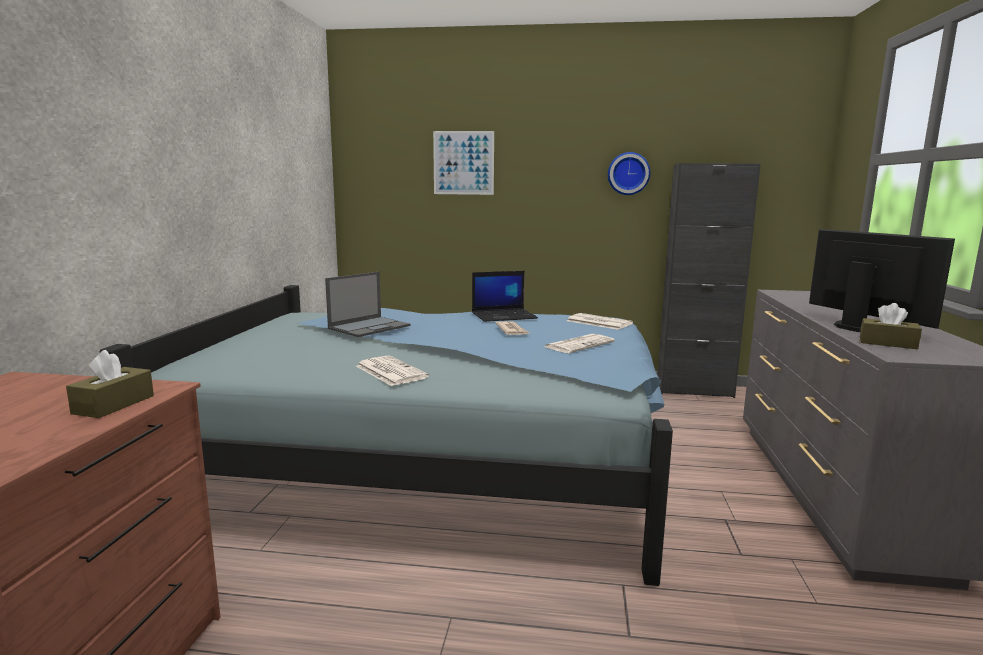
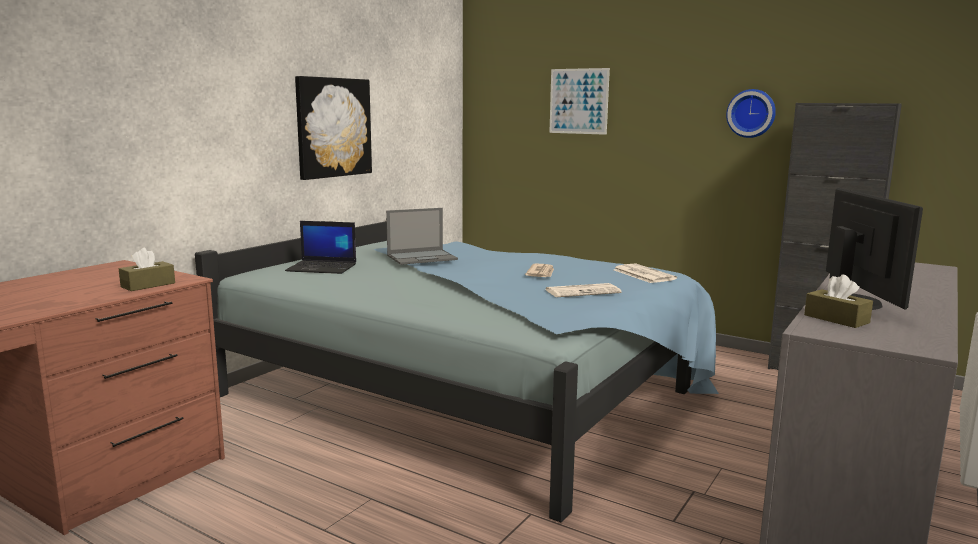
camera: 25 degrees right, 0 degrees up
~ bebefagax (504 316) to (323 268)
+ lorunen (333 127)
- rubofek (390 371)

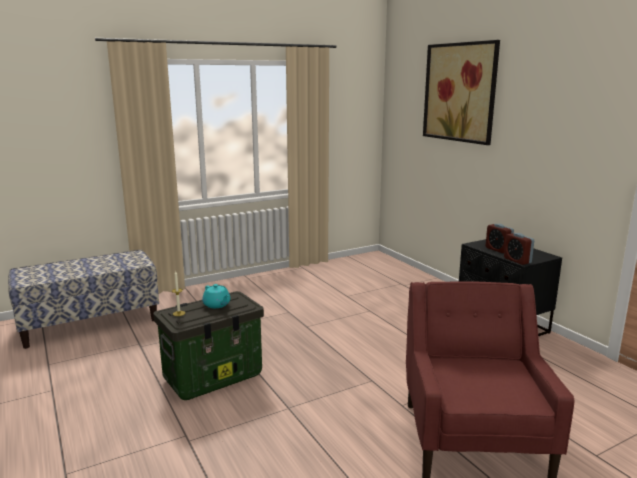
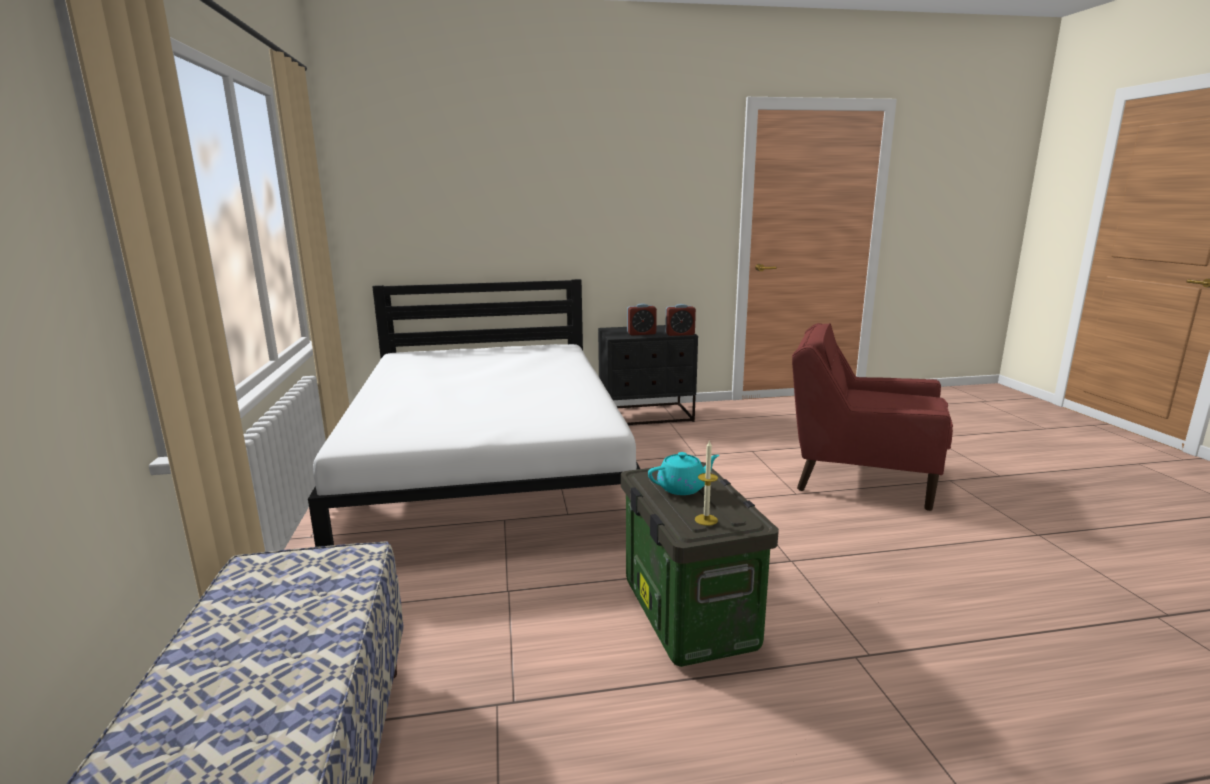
camera: 70 degrees left, 0 degrees up
+ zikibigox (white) (488 471)
- lorunen (459 92)

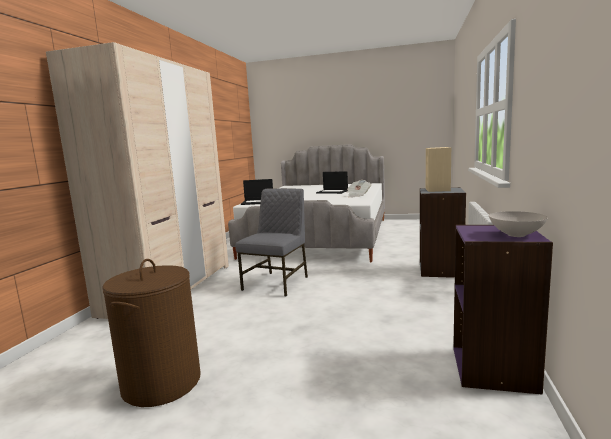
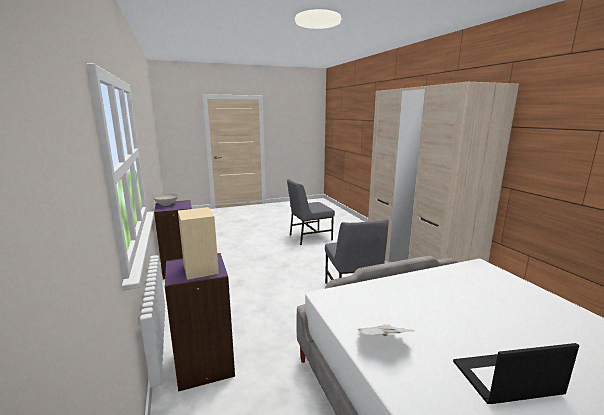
camera: 145 degrees right, 5 degrees up
~ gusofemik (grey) (441 270) to gusofemik (purple) (204 364)
~ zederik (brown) (162 383) to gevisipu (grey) (309 237)
- bebefagax (258 202)

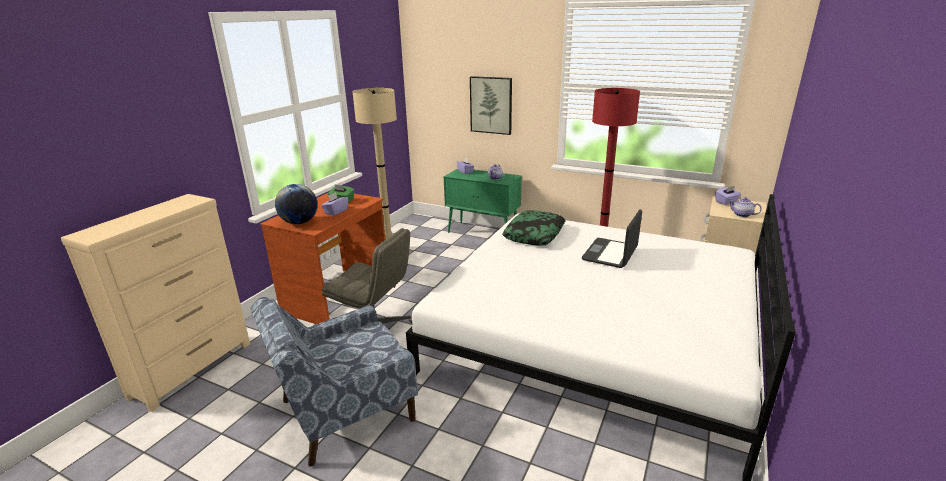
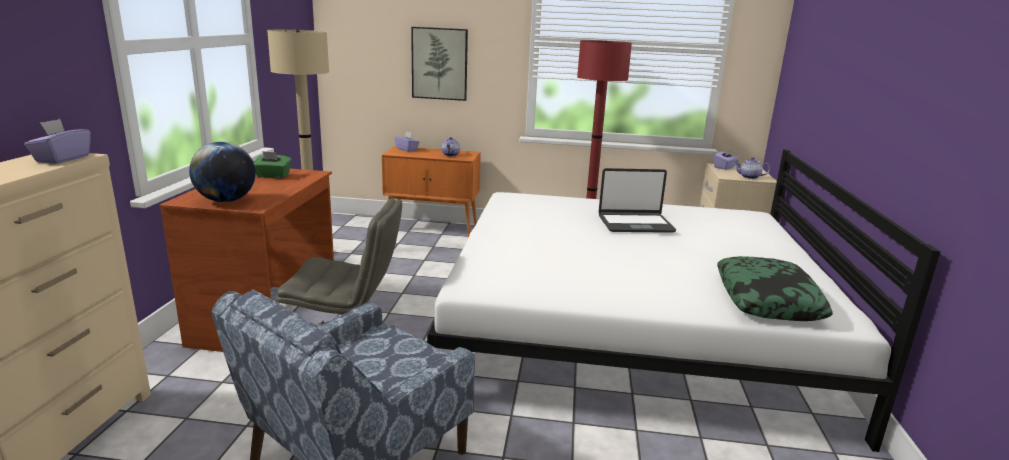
camera: 20 degrees left, 5 degrees down
~ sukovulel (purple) (336 211) to (62 159)
~ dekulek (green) (483 232) to dekulek (orange) (433 228)
~ bebefagax (610 254) = (635 224) 105 degrees counterclockwise
~ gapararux (534 234) to (767 300)

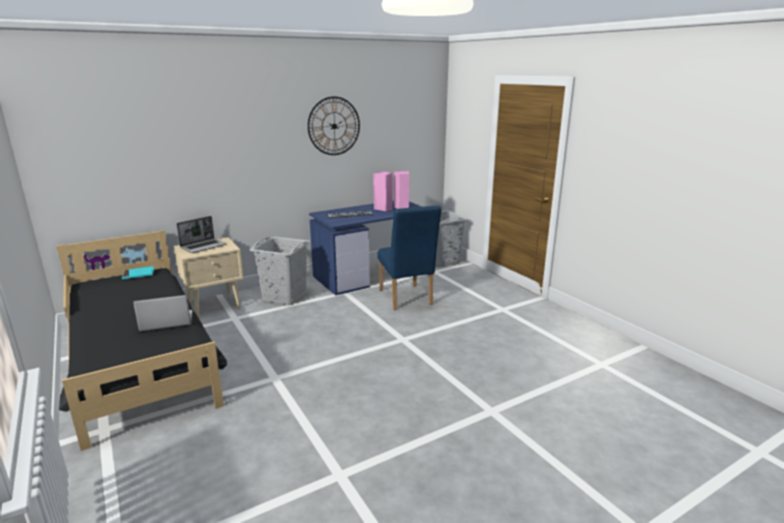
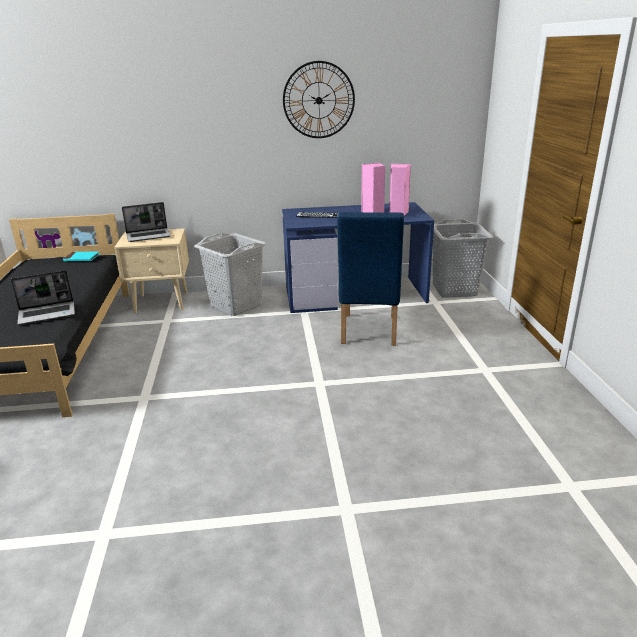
camera: 25 degrees right, 5 degrees up
~ bebefagax (166 322) = (48 313) 150 degrees clockwise

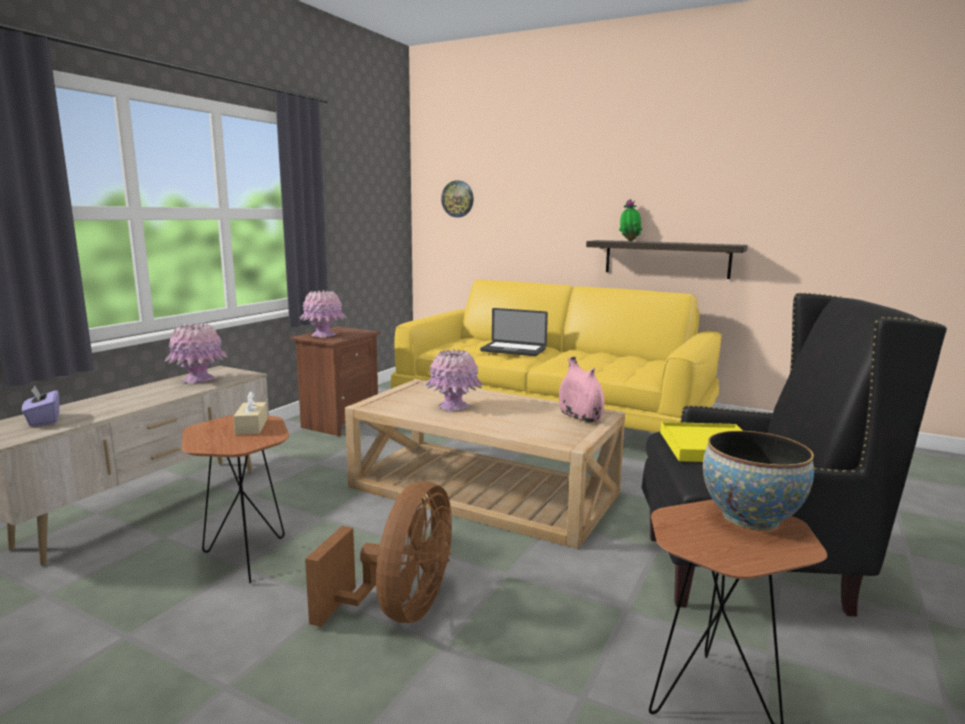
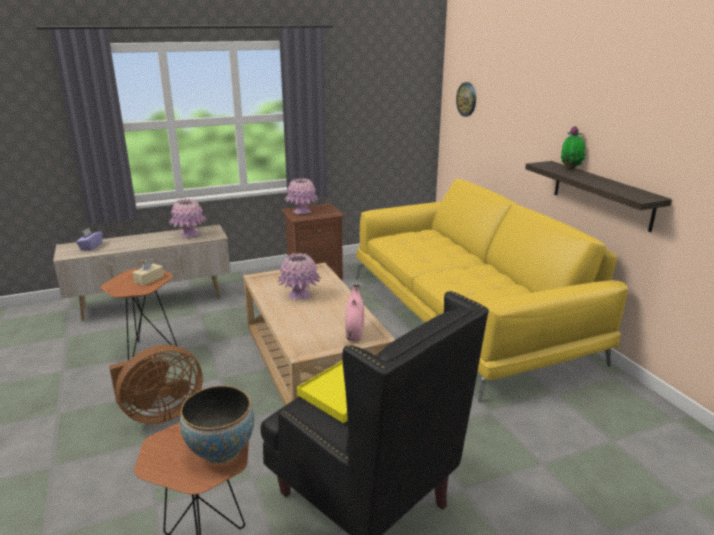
camera: 40 degrees right, 10 degrees up
- bebefagax (513 350)

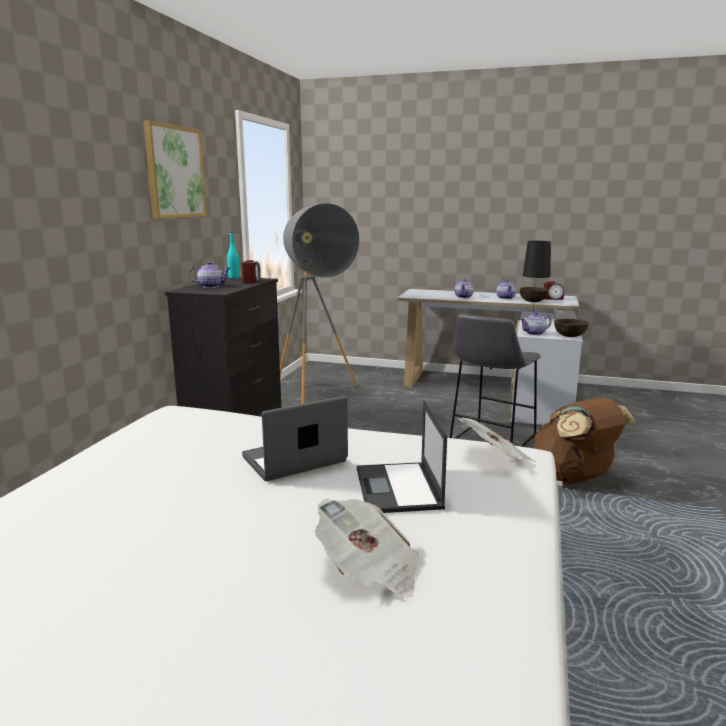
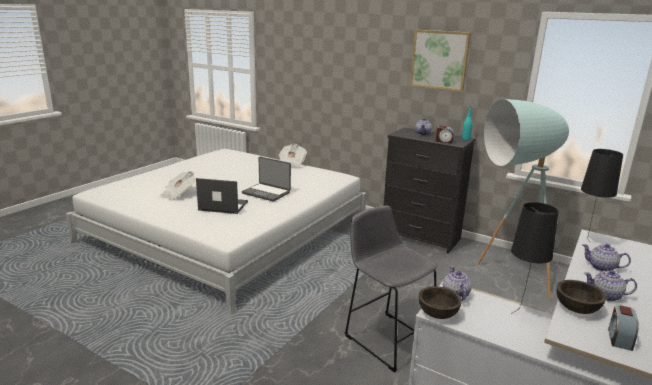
camera: 105 degrees right, 5 degrees up
~ bebefagax (295 460) = (267 193) 135 degrees clockwise
~ rubofek (496 458) to (291 163)
~ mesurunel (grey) (317 398) to mesurunel (turquoise) (506 273)
+ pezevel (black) (586 243)
- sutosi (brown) (573 479)

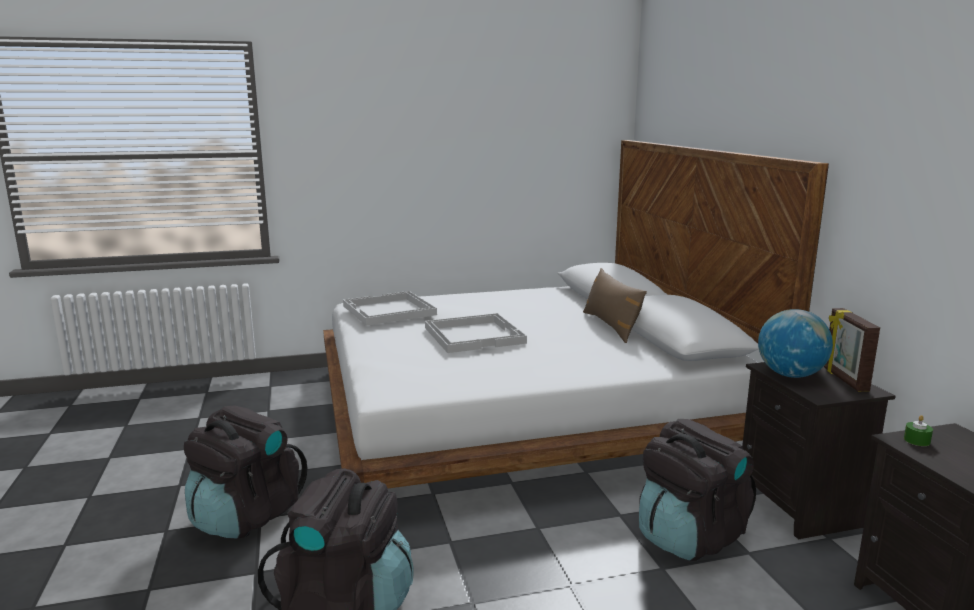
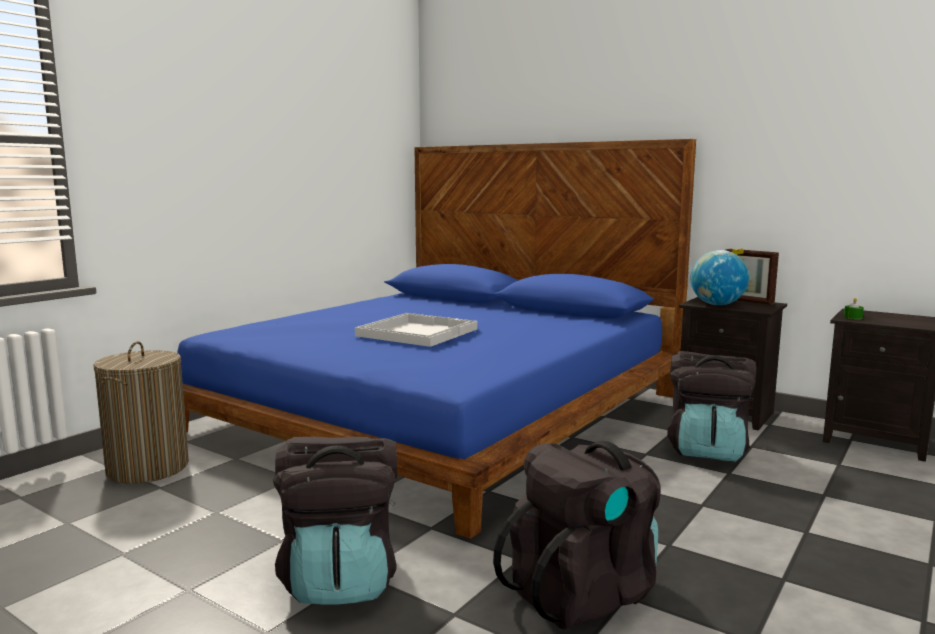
camera: 40 degrees left, 5 degrees down
+ zederik (148 468)
~ zikibigox (white) (521 410) to zikibigox (blue) (439 413)
- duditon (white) (388 310)
- gapararux (brown) (611 326)

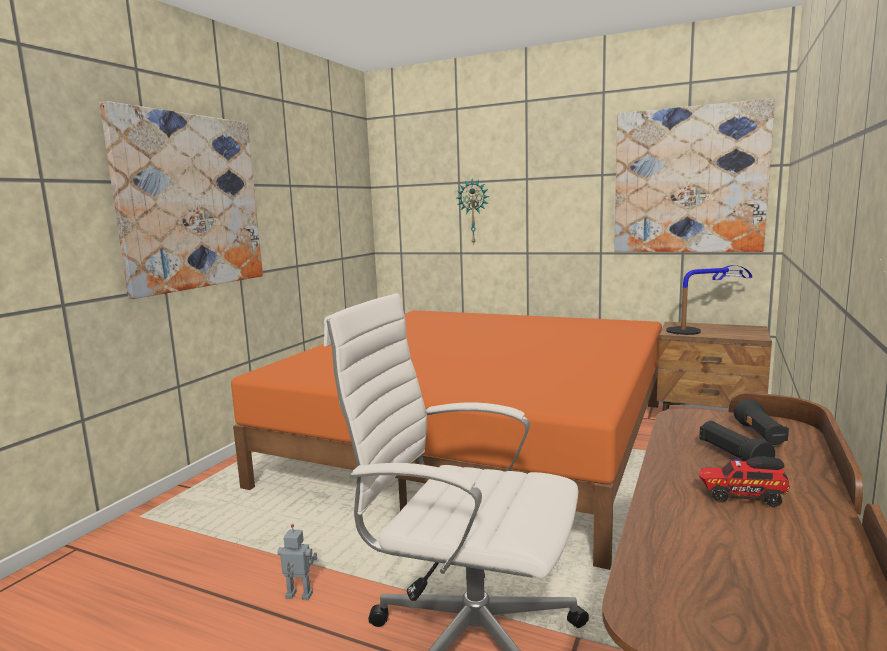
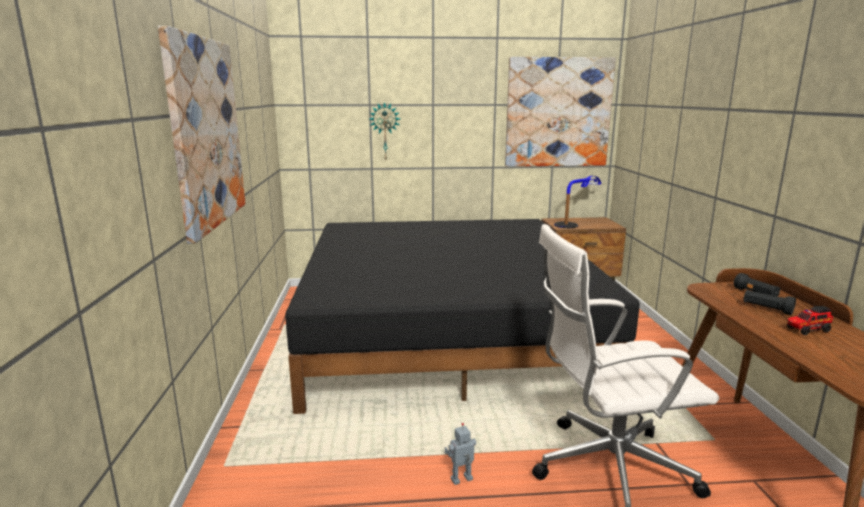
camera: 30 degrees left, 5 degrees up
~ zikibigox (orange) (479 442) to zikibigox (black) (447 331)

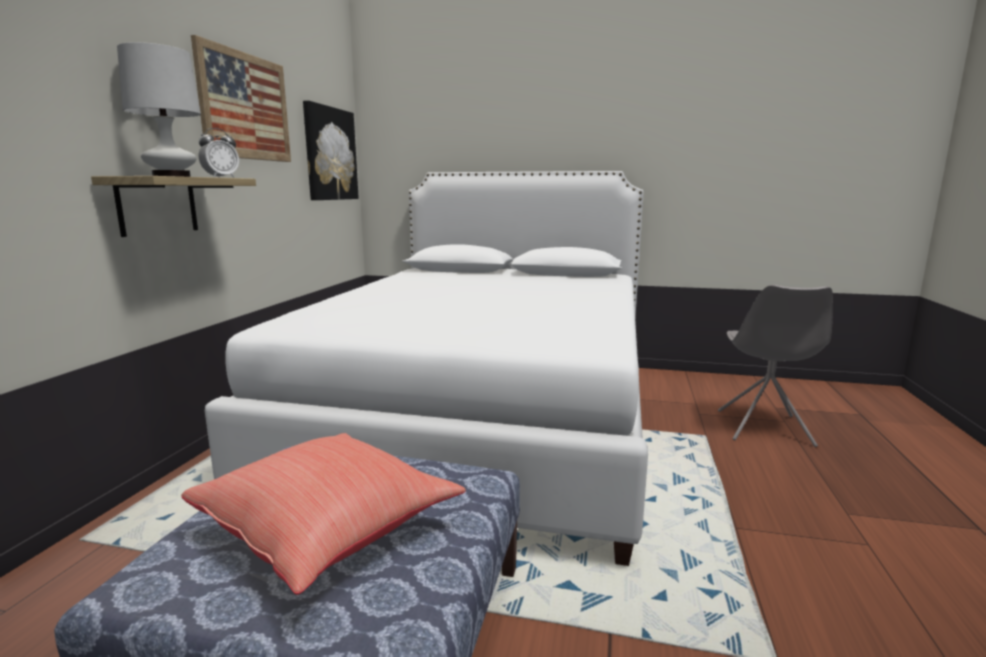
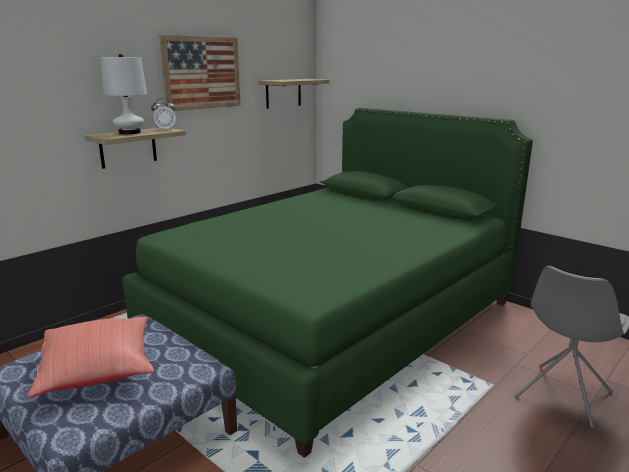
camera: 30 degrees right, 5 degrees up
~ zikibigox (white) (483 419) to zikibigox (green) (333 320)
~ lorunen (330 154) to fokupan (283 93)

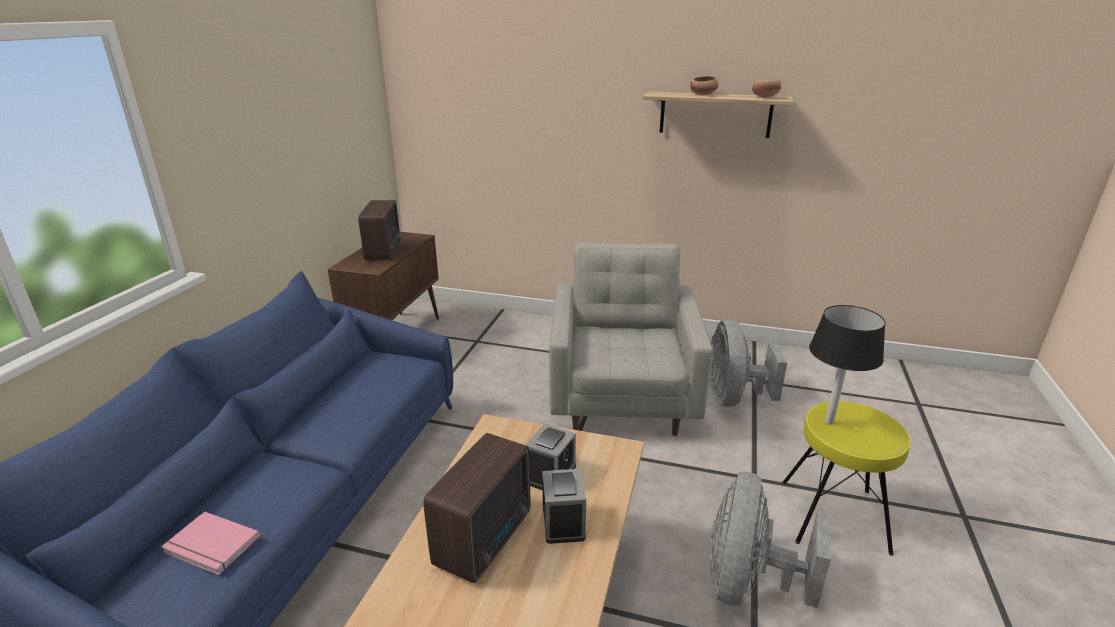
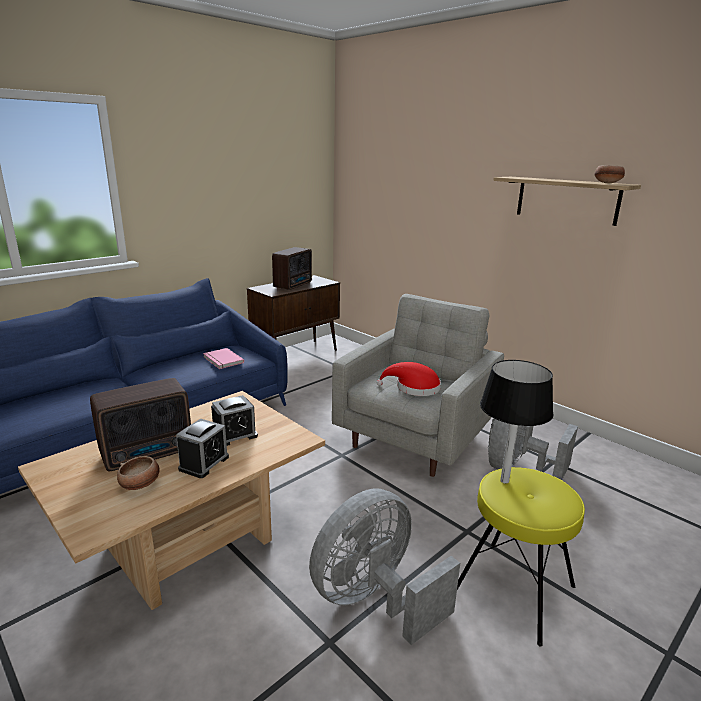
camera: 30 degrees right, 5 degrees down
~ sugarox (703 94) to (140 484)
~ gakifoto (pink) (210 546) to (222 360)
+ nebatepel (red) (414 388)

